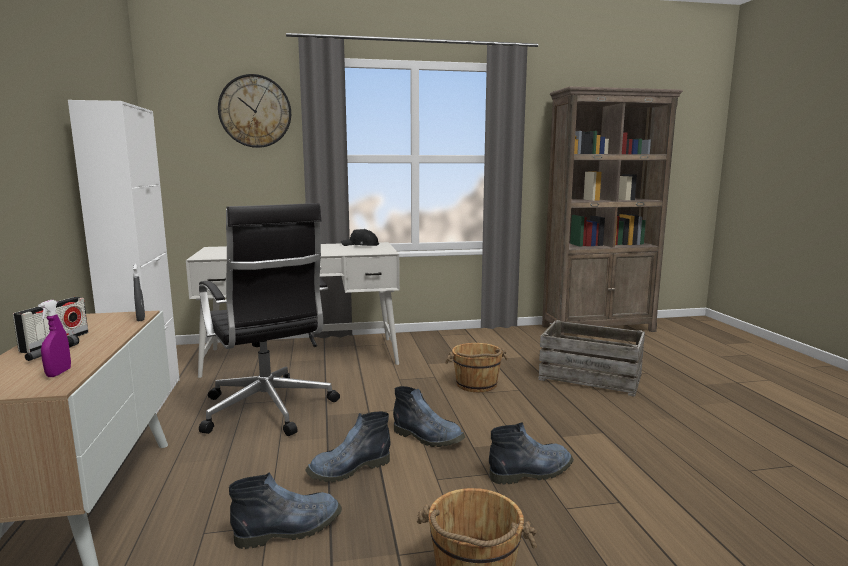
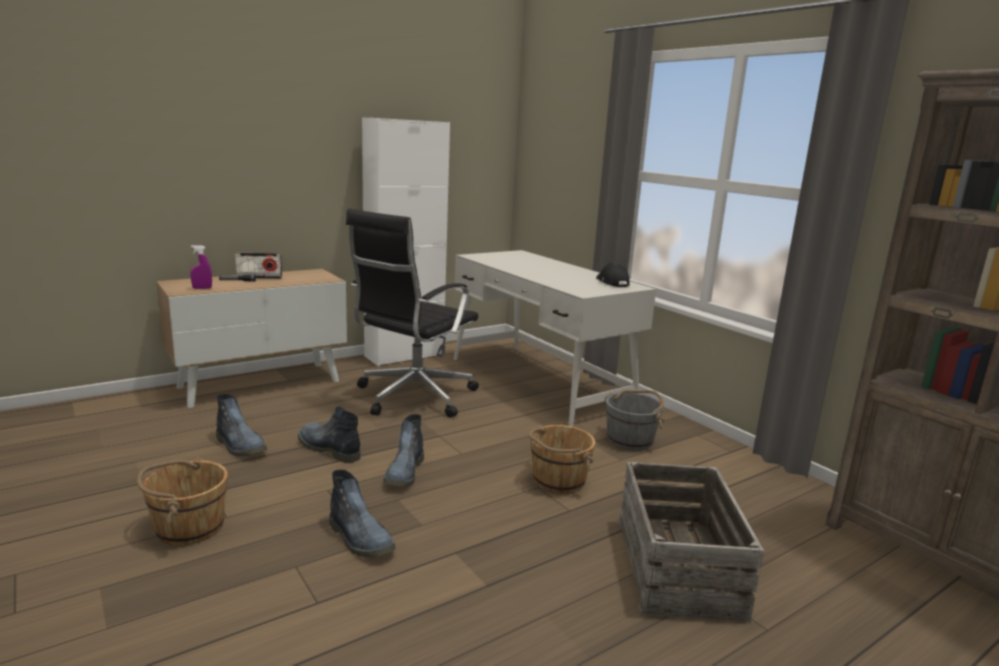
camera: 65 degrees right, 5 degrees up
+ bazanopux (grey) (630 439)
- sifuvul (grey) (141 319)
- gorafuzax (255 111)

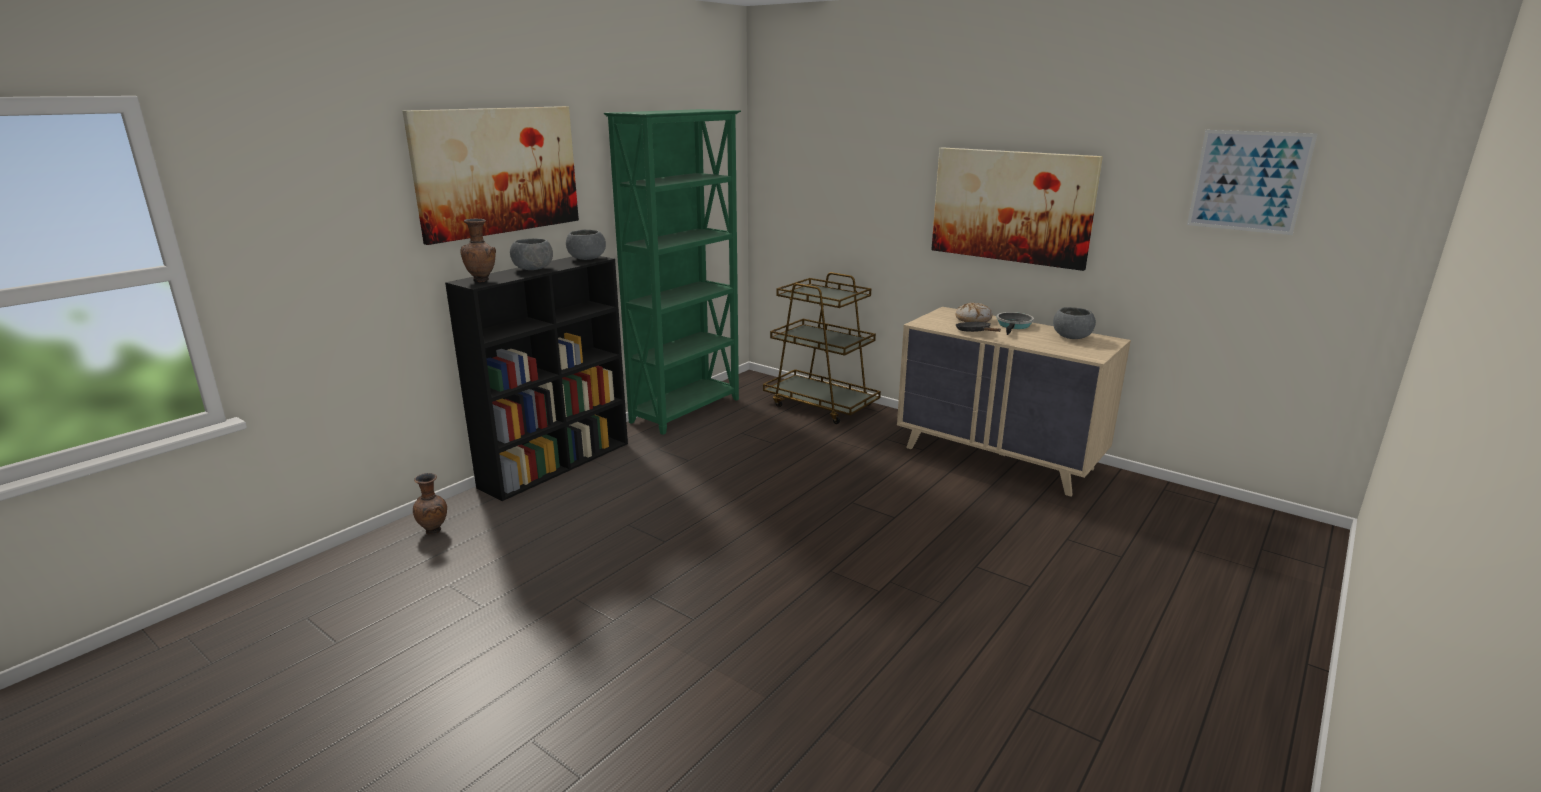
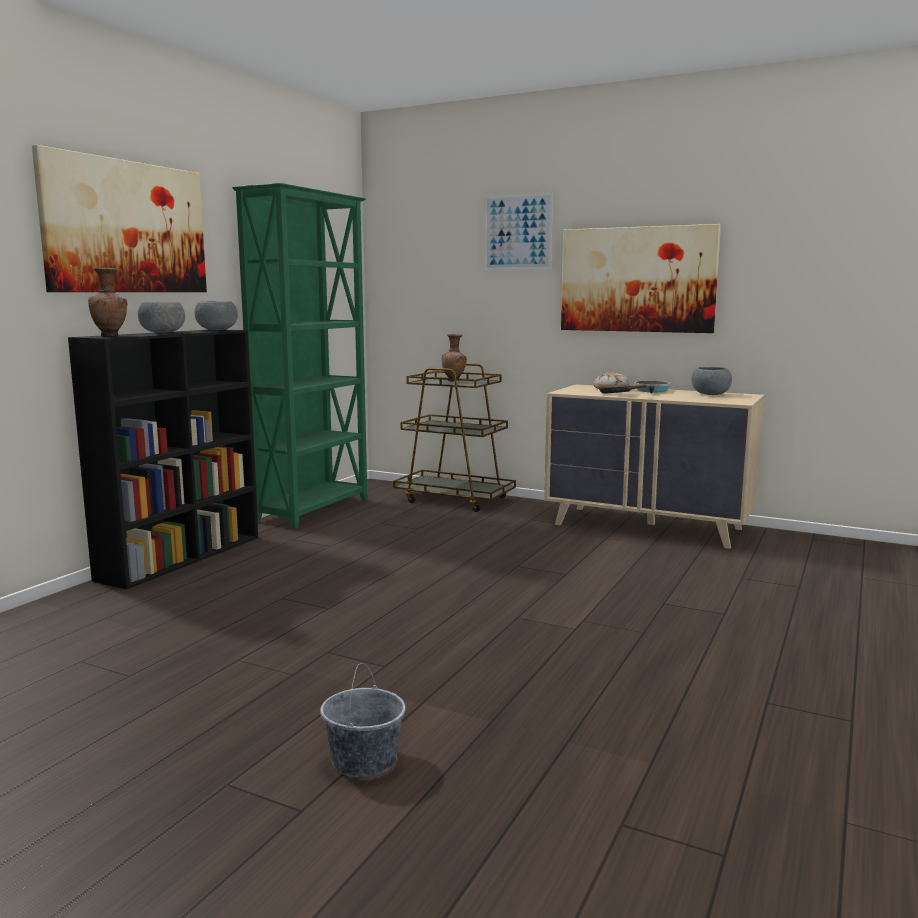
camera: 10 degrees left, 10 degrees down
+ bazanopux (grey) (364 760)
~ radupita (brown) (434 531) to (454 381)
~ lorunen (1248 181) to (517 232)

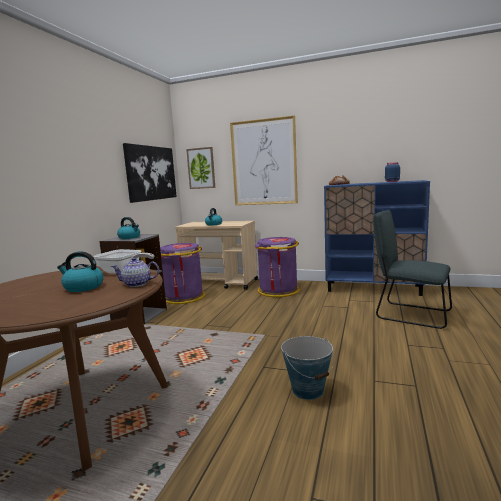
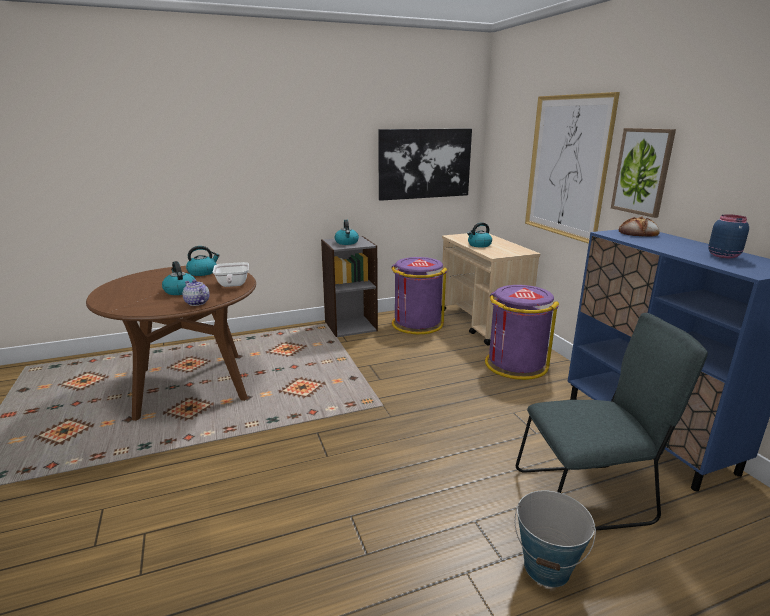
camera: 50 degrees right, 10 degrees up
+ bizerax (203 272)
~ bazanopux (308 390) to (547 568)
~ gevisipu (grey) (409 314) = (588 496) 90 degrees clockwise
~ lorunen (201 168) to (642 171)

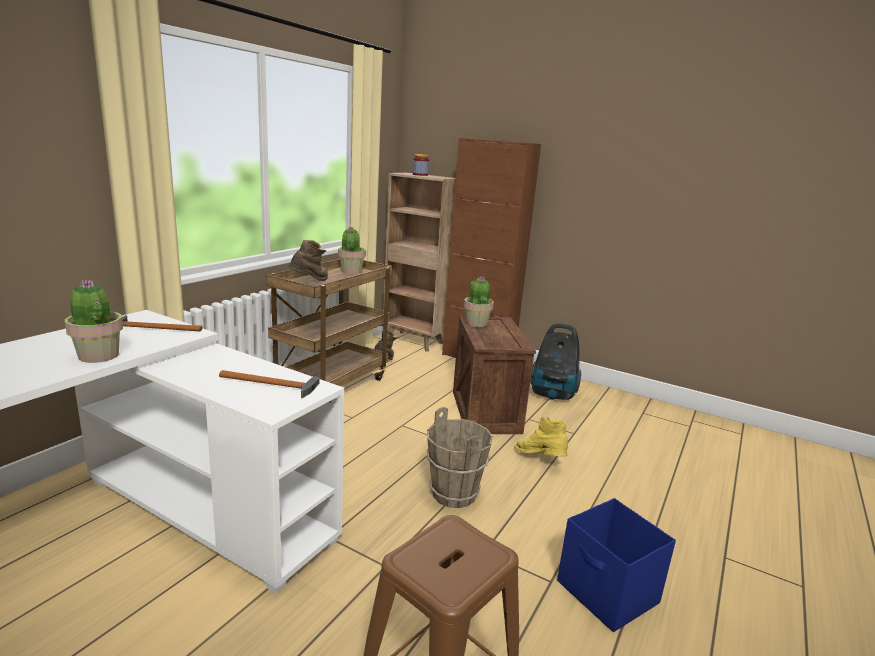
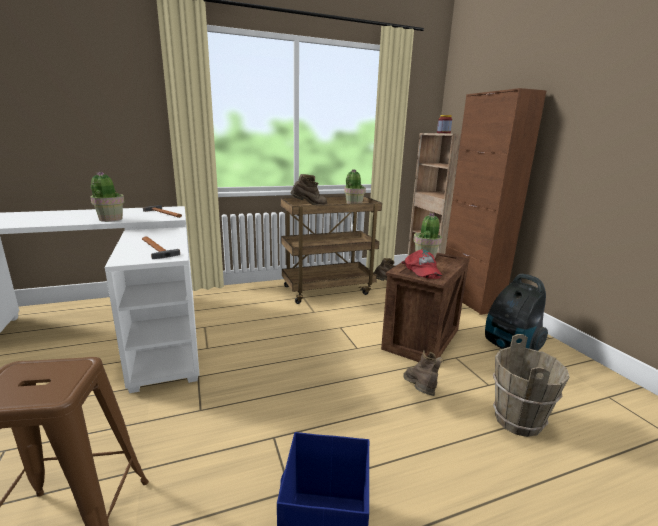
camera: 40 degrees right, 0 degrees up
+ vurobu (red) (422 270)
~ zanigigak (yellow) (540 460) to zanigigak (brown) (420 393)
~ bazanopux (brown) (454 494) to (518 420)

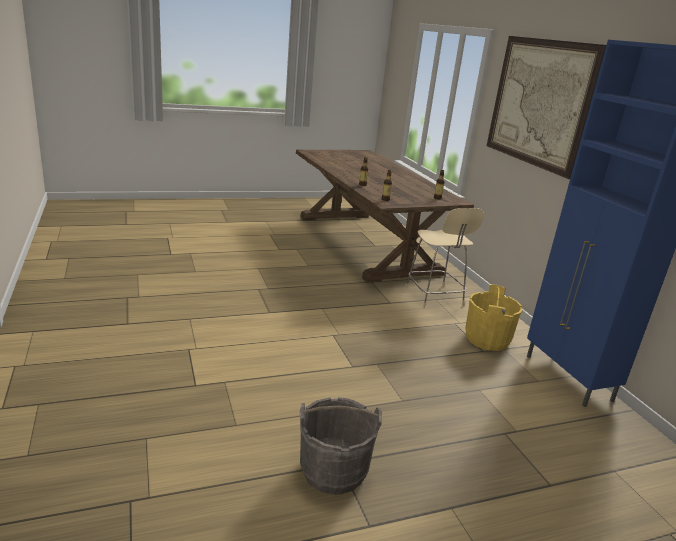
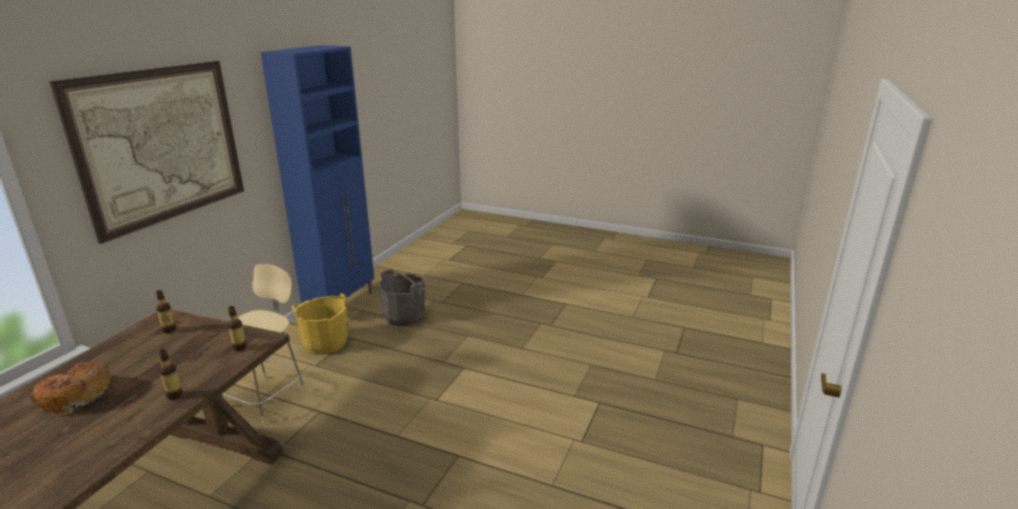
camera: 135 degrees left, 0 degrees up
+ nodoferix (75 396)
~ bazanopux (grey) (333 471) to (404 316)

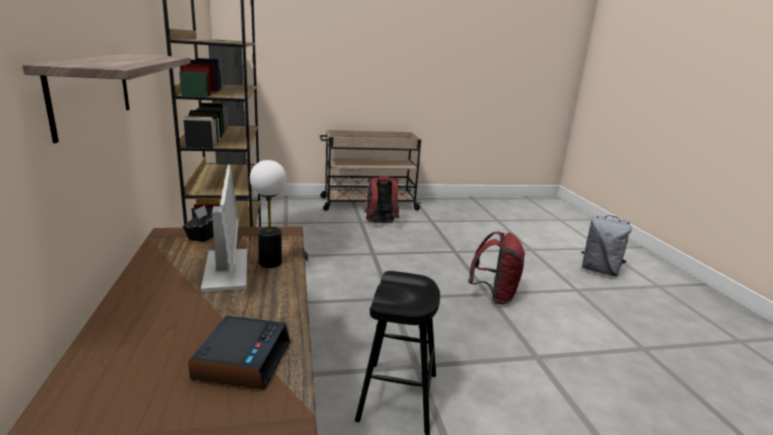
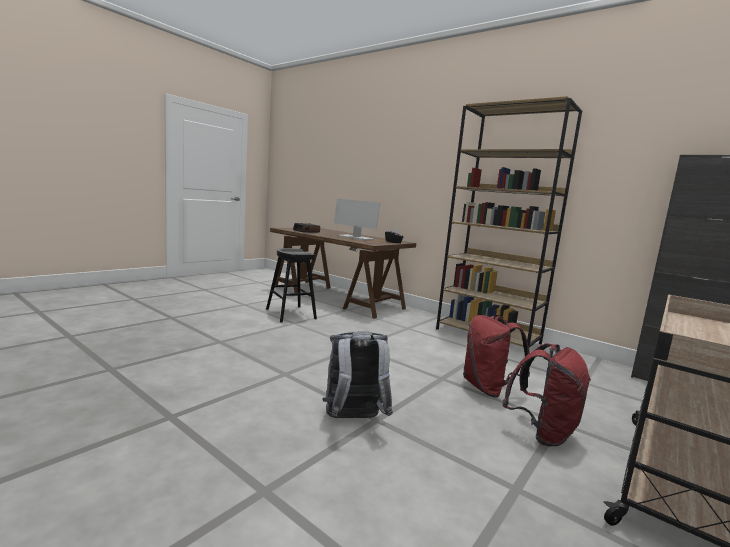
camera: 140 degrees right, 10 degrees down
~ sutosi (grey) (599 270) to (353 420)
~ sutosi (red) (494 295) to (488 389)
- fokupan (92 91)
- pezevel (270 263)

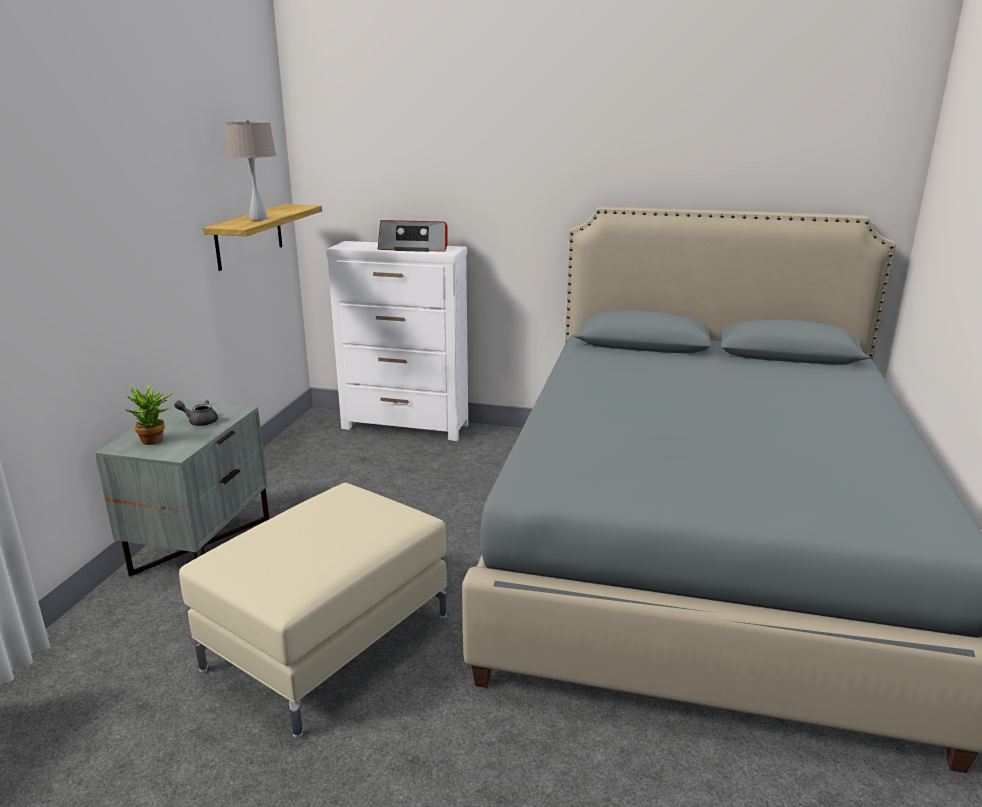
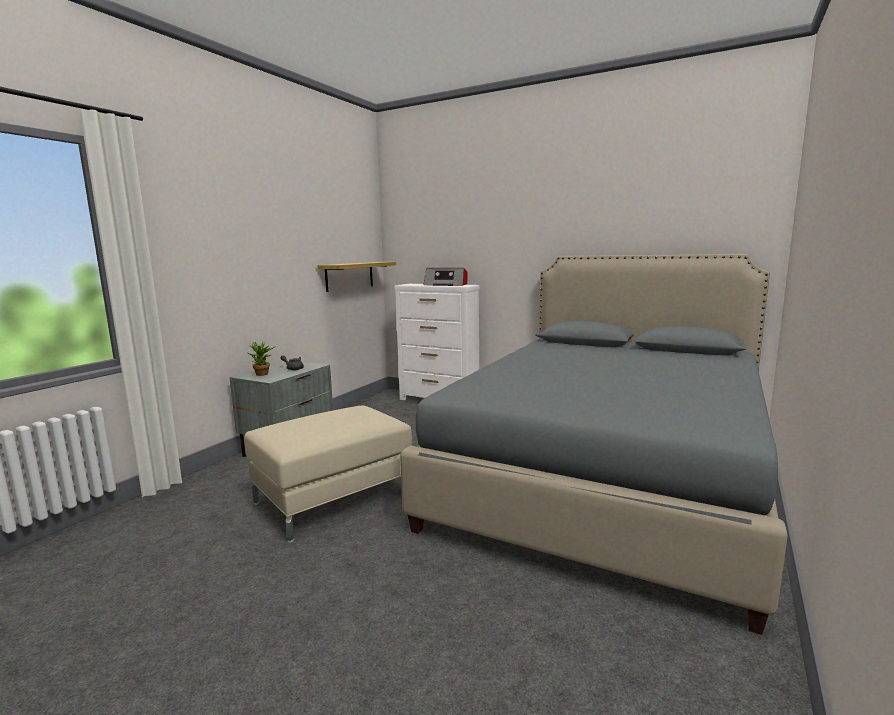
camera: 15 degrees right, 10 degrees down
- pezevel (beige) (258 219)

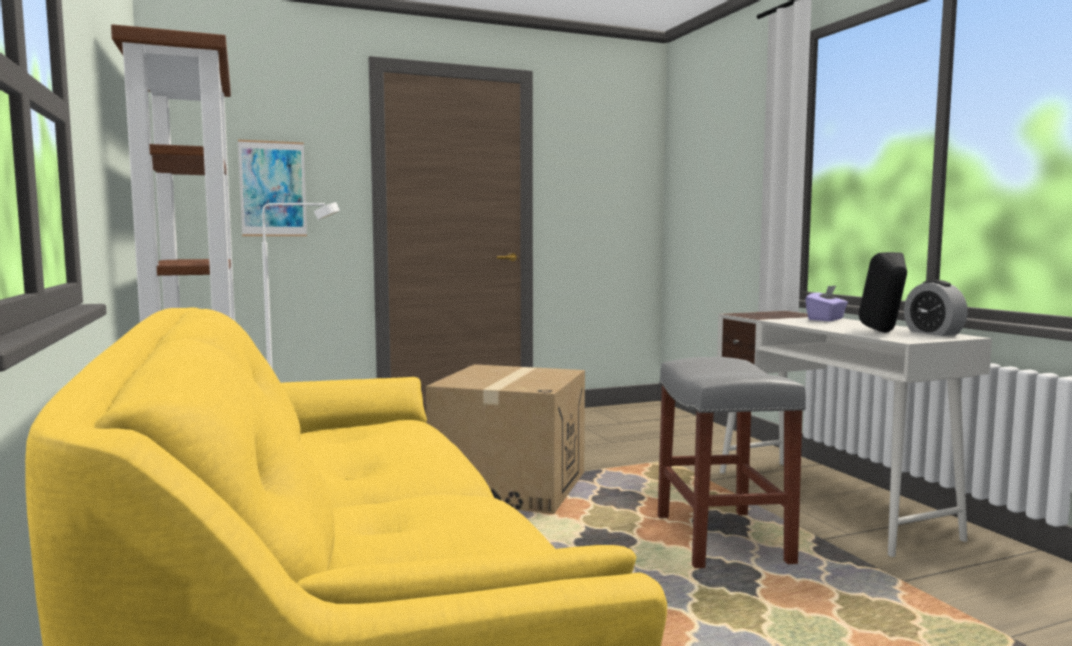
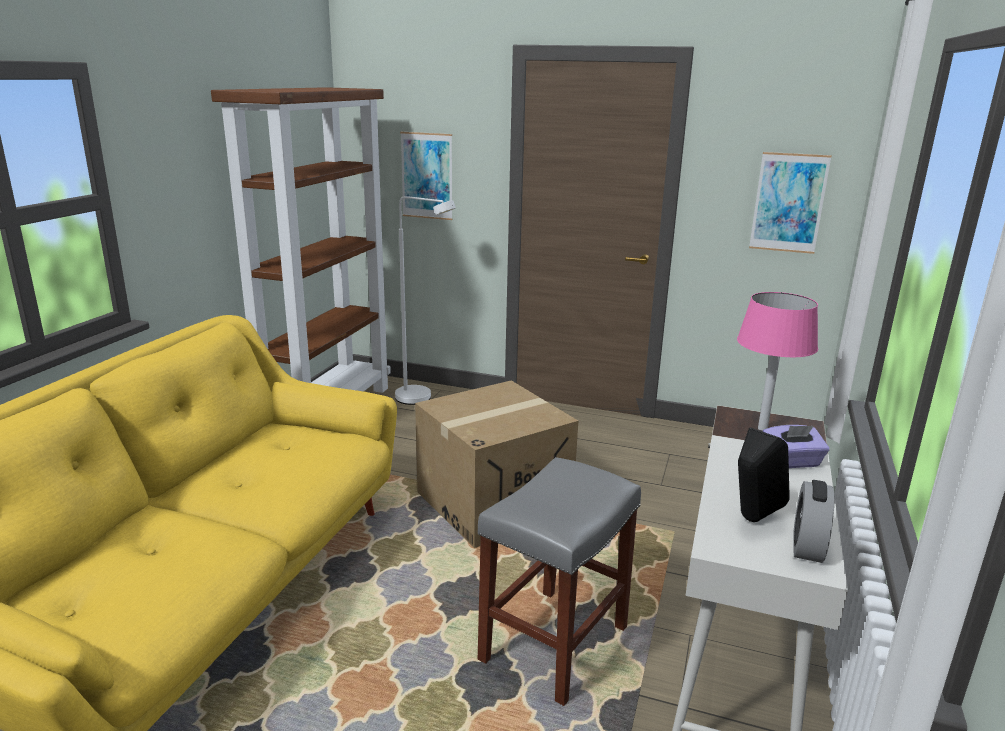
camera: 40 degrees right, 15 degrees up
+ pezevel (pink) (762 429)
+ lorunen (788 203)

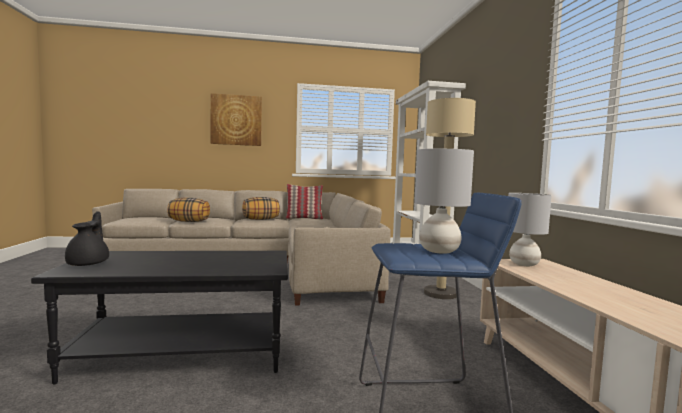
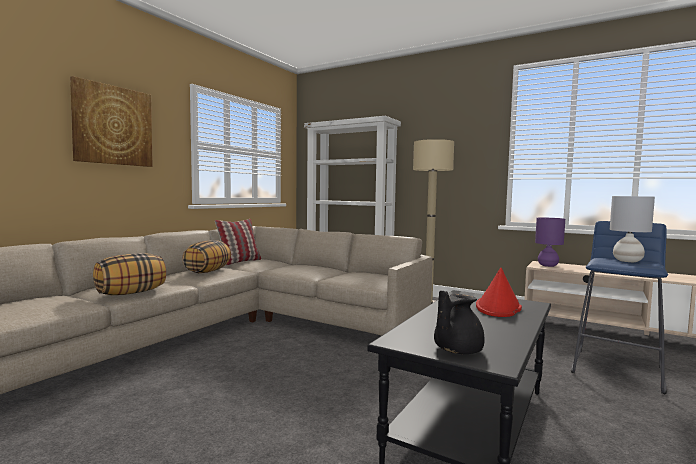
camera: 50 degrees left, 0 degrees up
~ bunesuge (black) (89 263) = (456 350) 75 degrees counterclockwise
+ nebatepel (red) (498 307)
~ pezevel (grey) (523 264) to pezevel (purple) (547 265)

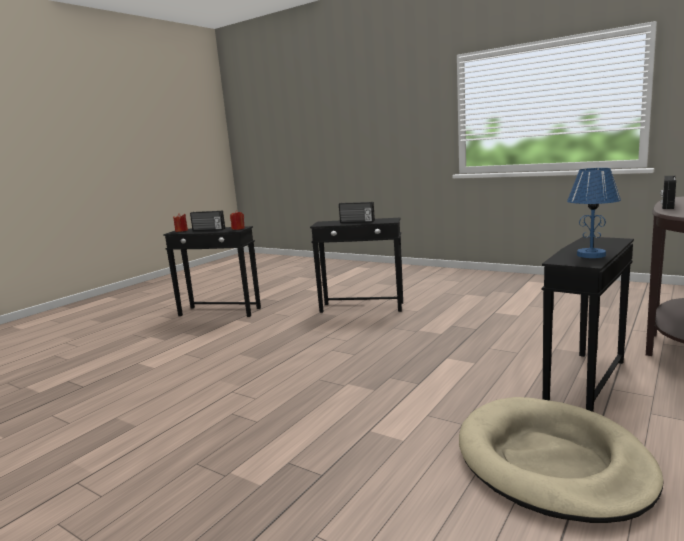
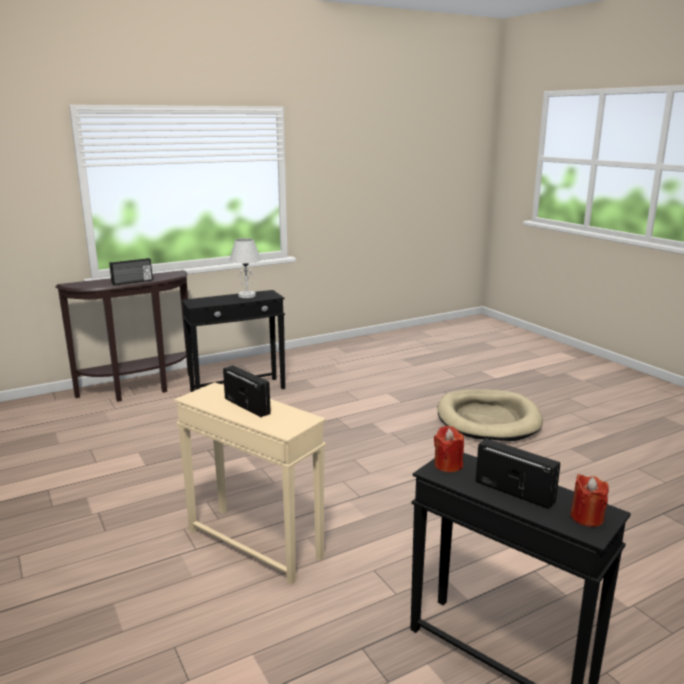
camera: 155 degrees left, 5 degrees up
~ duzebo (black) (362 307) to duzebo (beige) (254 543)
~ pezevel (blue) (591 255) to pezevel (white) (247 295)
~ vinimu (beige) (552 462) to (488 419)

